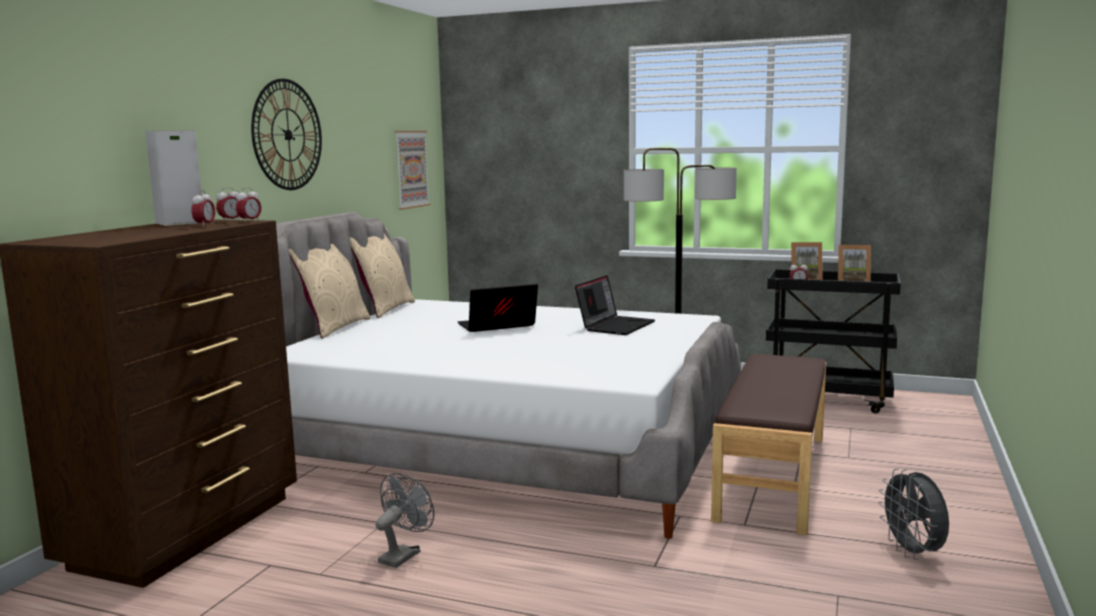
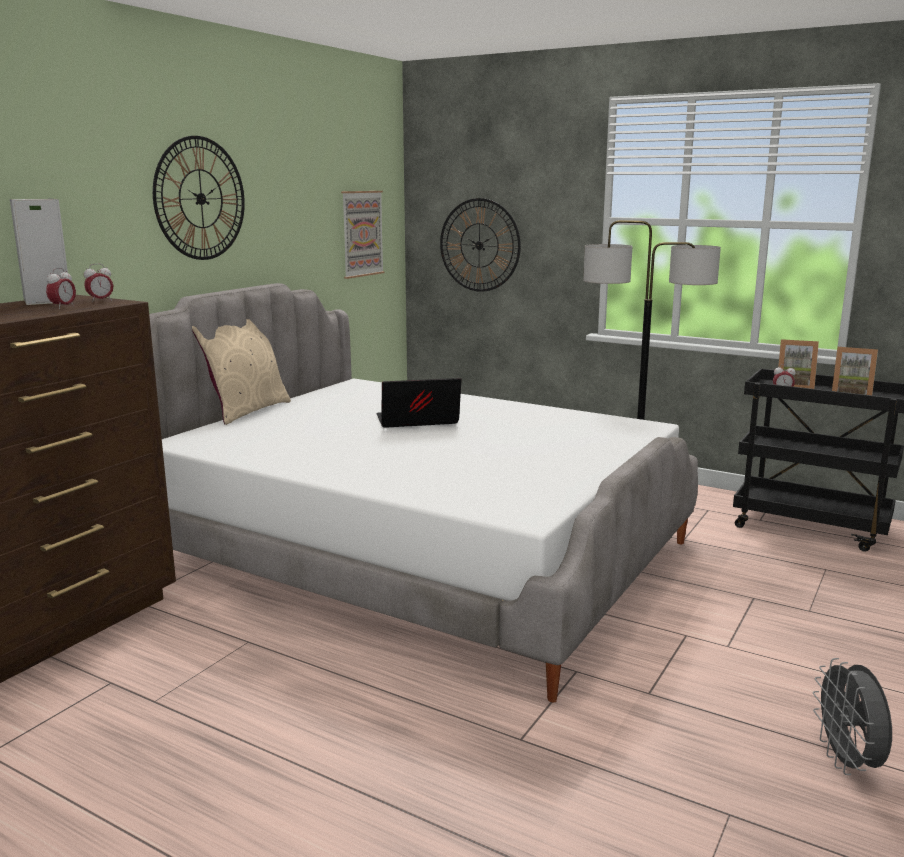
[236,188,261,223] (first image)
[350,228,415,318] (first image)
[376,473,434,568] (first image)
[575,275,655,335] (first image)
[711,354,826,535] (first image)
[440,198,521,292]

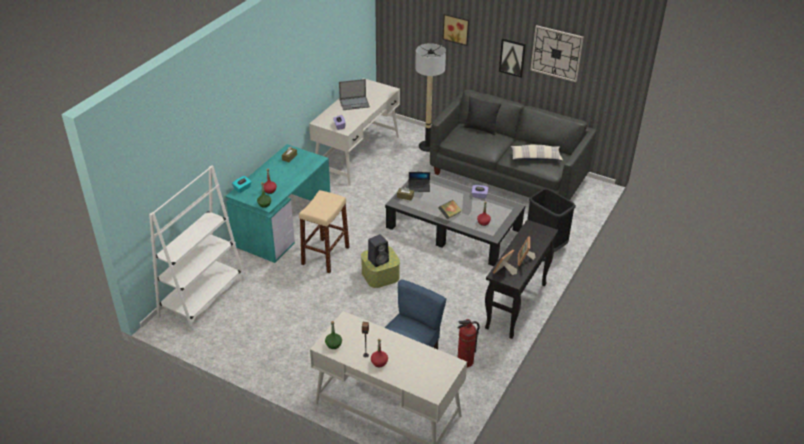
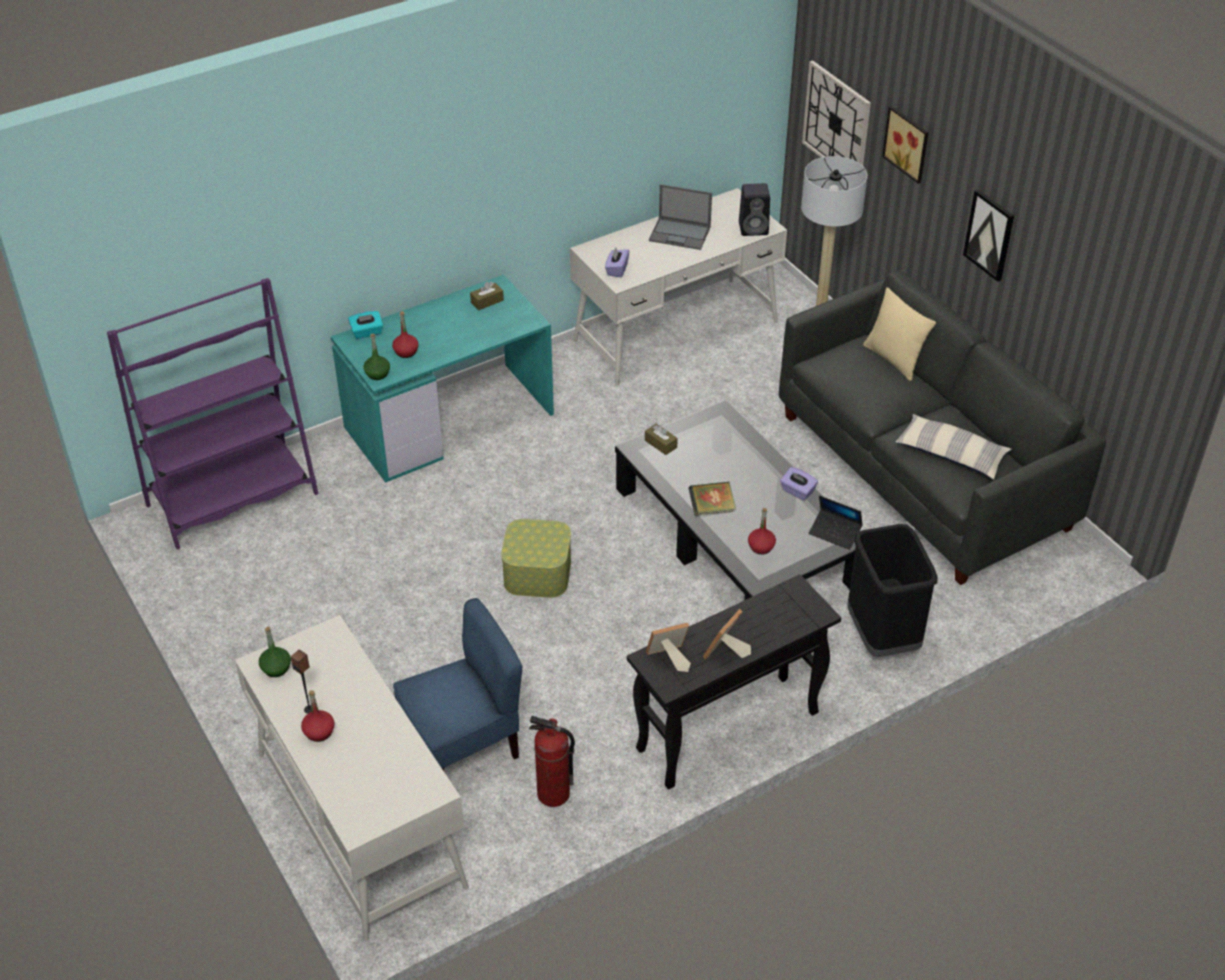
[299,190,349,273] (first image)
[739,183,770,236]
[809,495,863,550]
[802,60,871,166]
[107,278,318,550]
[863,287,936,381]

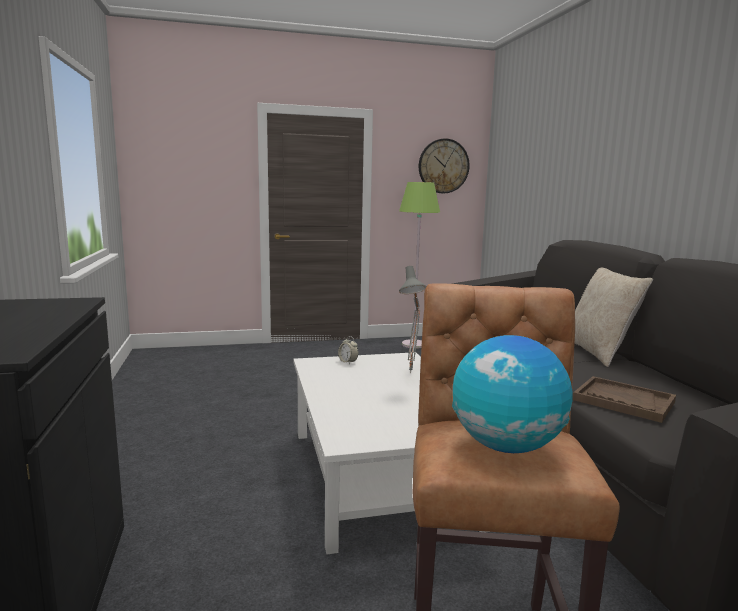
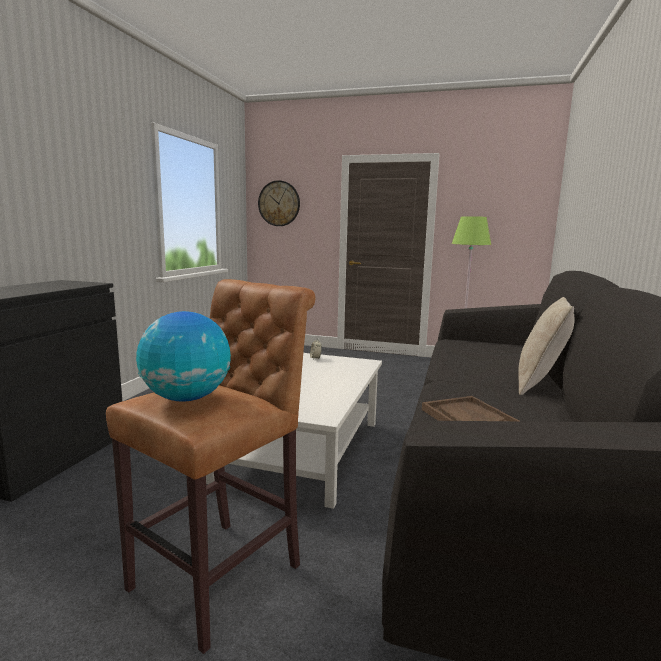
[399,266,426,373] (first image)
[258,180,300,226]

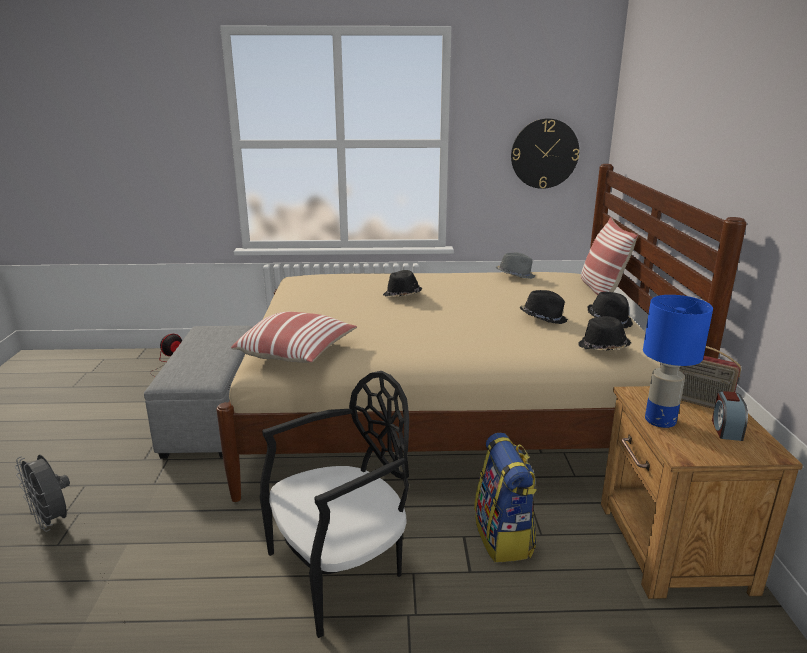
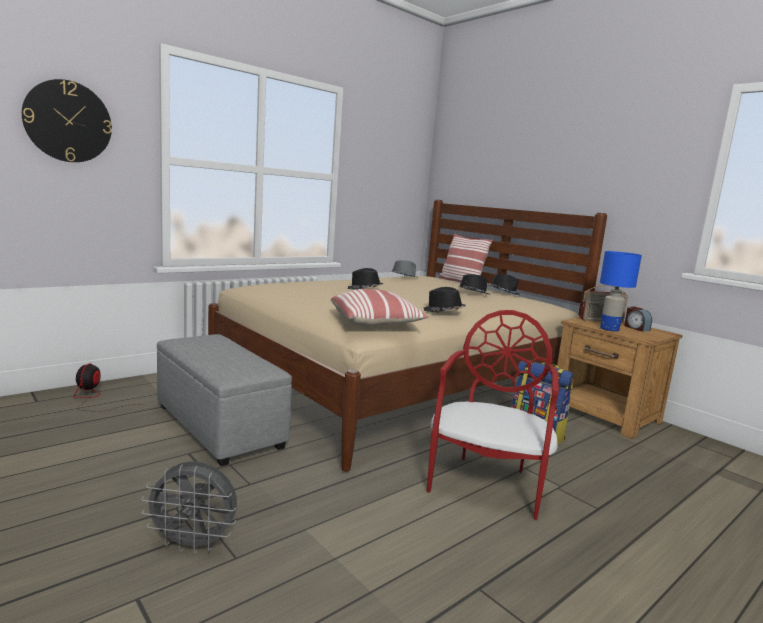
[22,79,112,162]
[423,287,465,313]
[427,310,559,520]

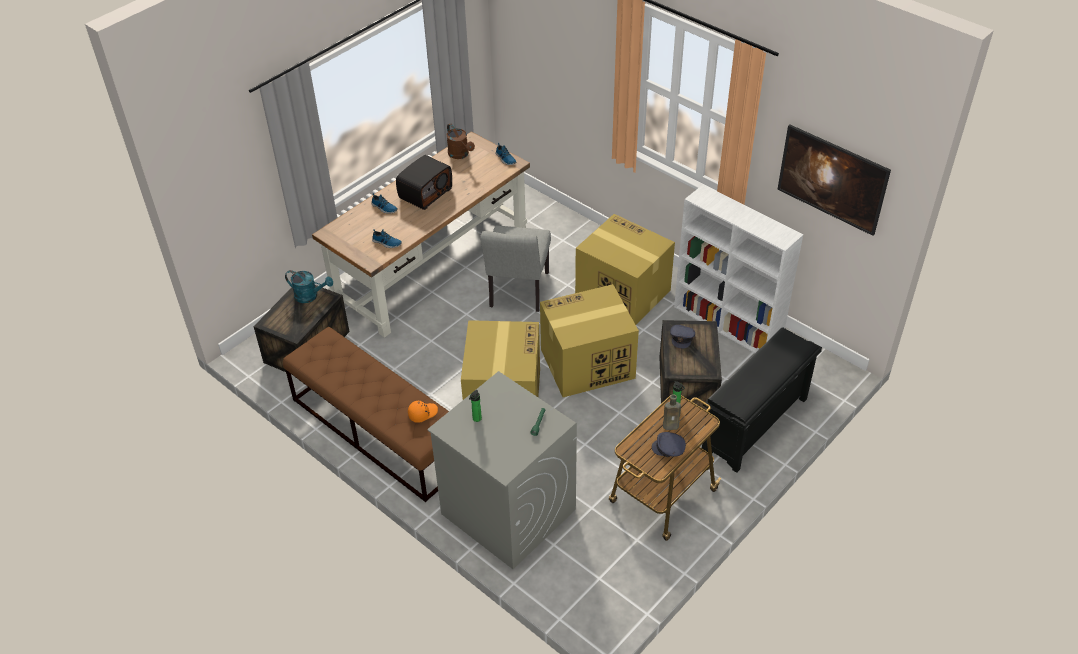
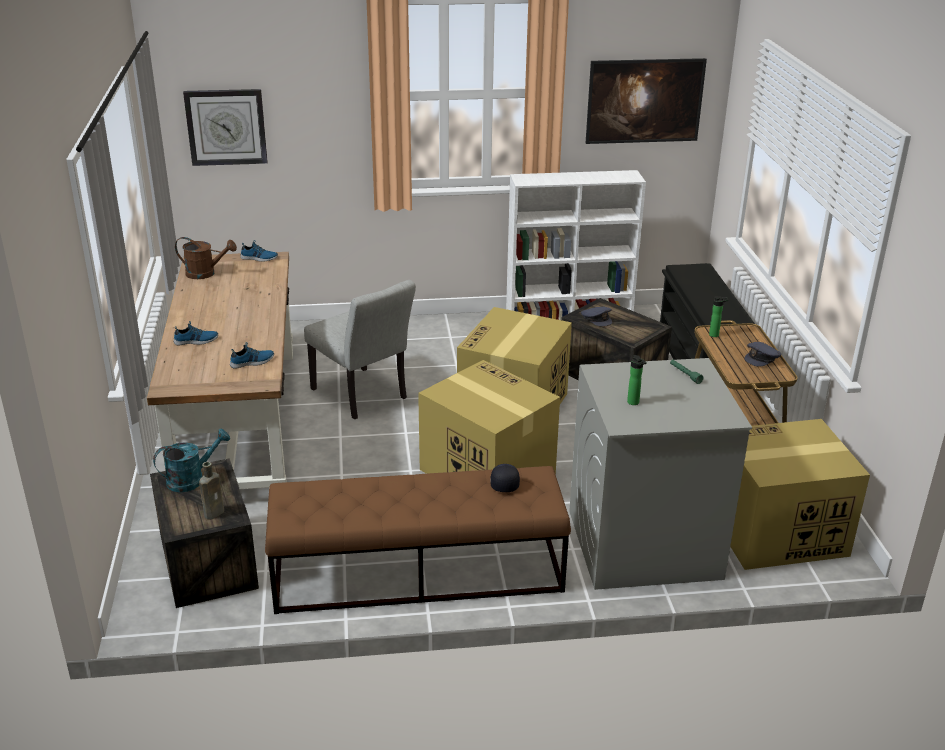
[396,155,452,210] (first image)
[183,89,268,166]
[730,419,870,570]
[199,462,224,519]
[490,464,520,492]

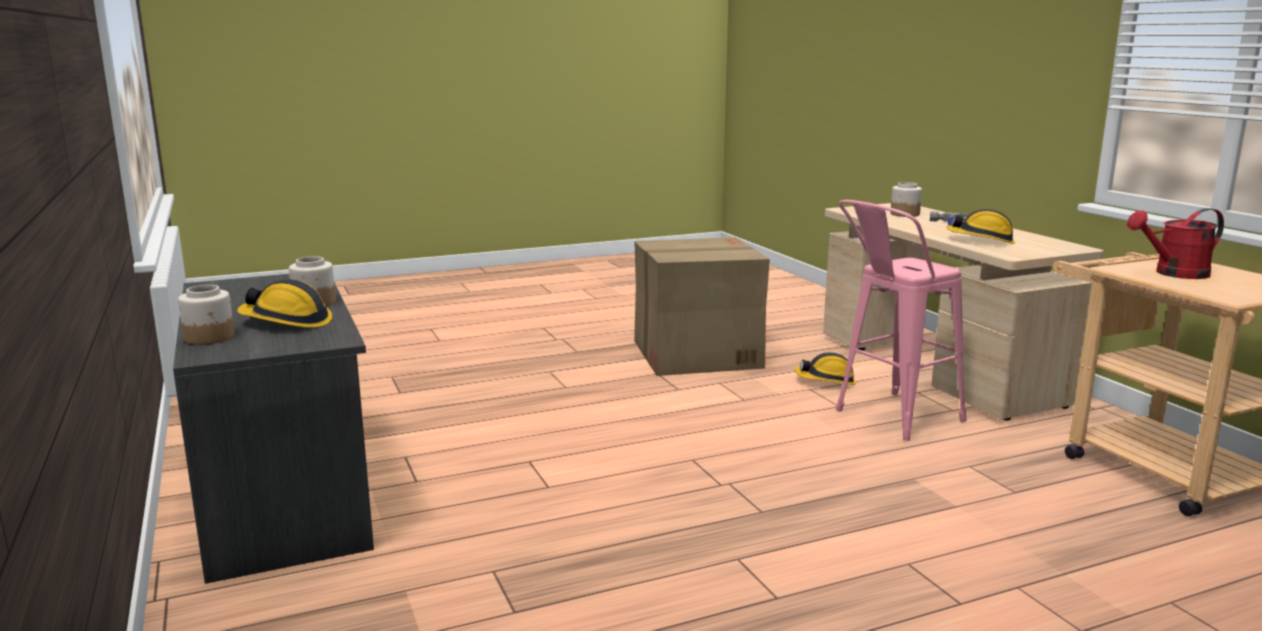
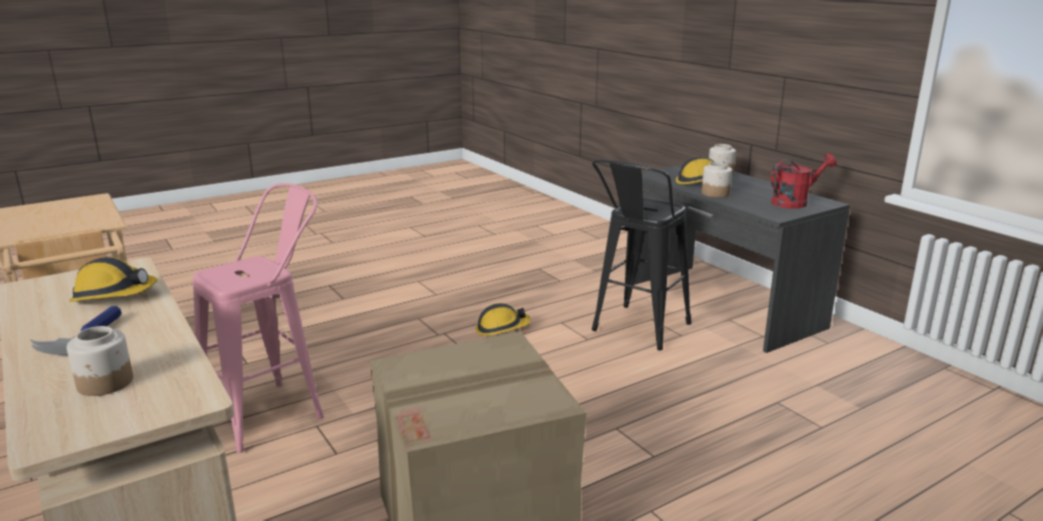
[592,159,691,350]
[476,303,530,336]
[771,153,837,209]

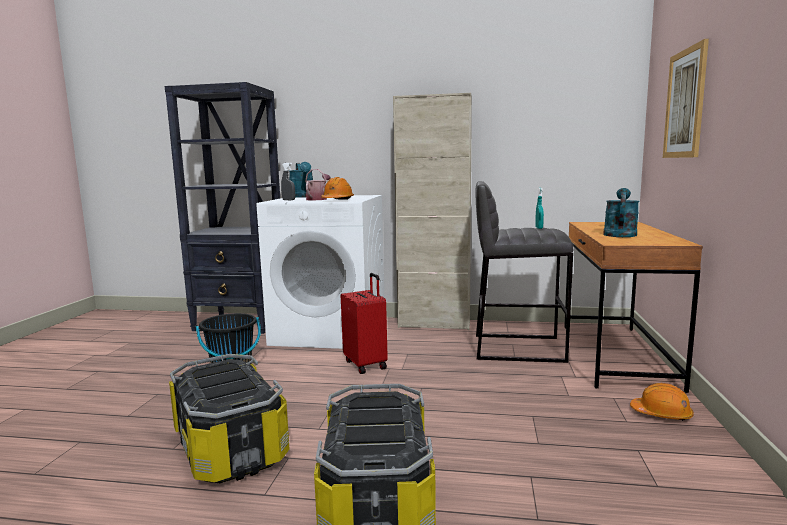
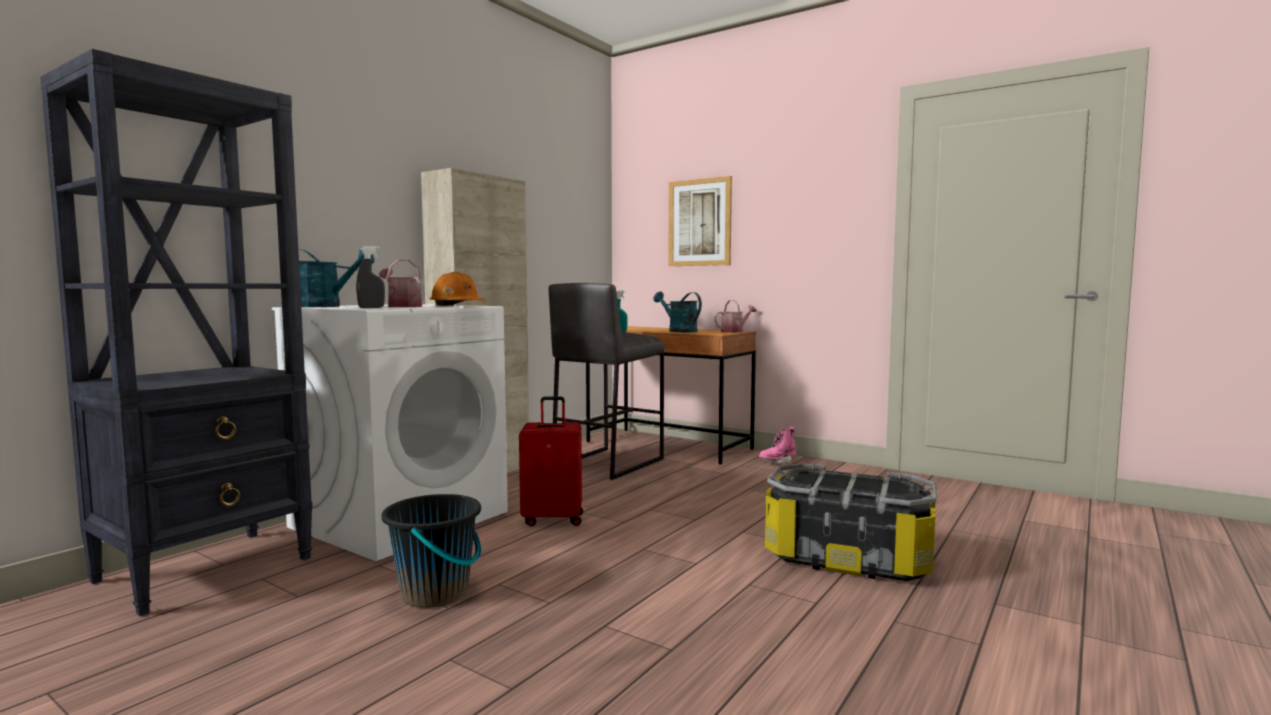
[169,354,289,483] (first image)
[714,300,756,333]
[759,427,796,464]

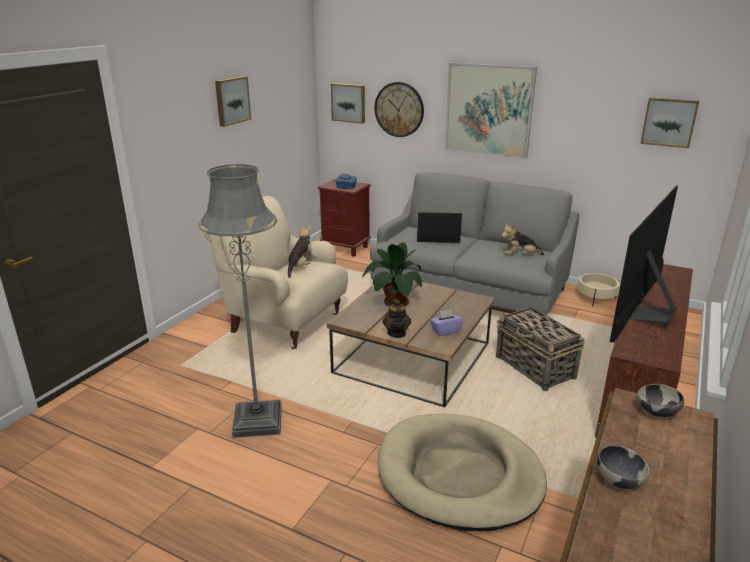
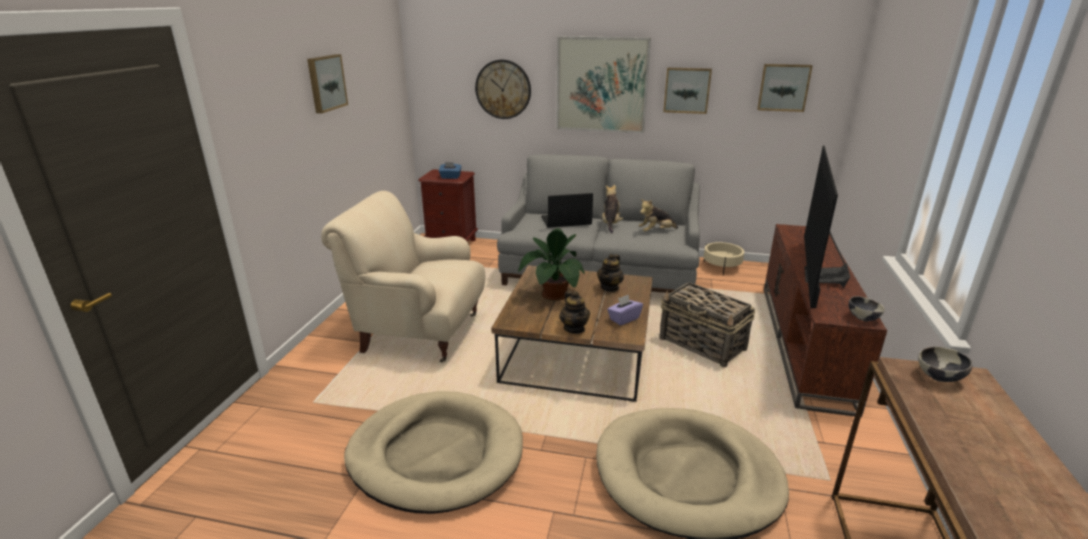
[597,254,624,292]
[602,184,623,233]
[663,68,712,114]
[849,296,885,322]
[344,391,523,514]

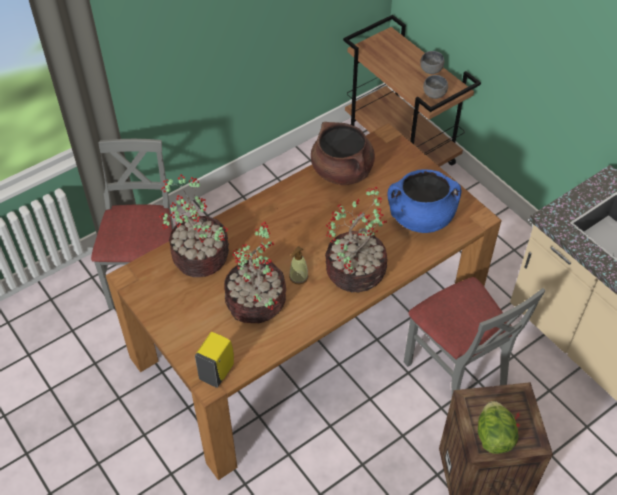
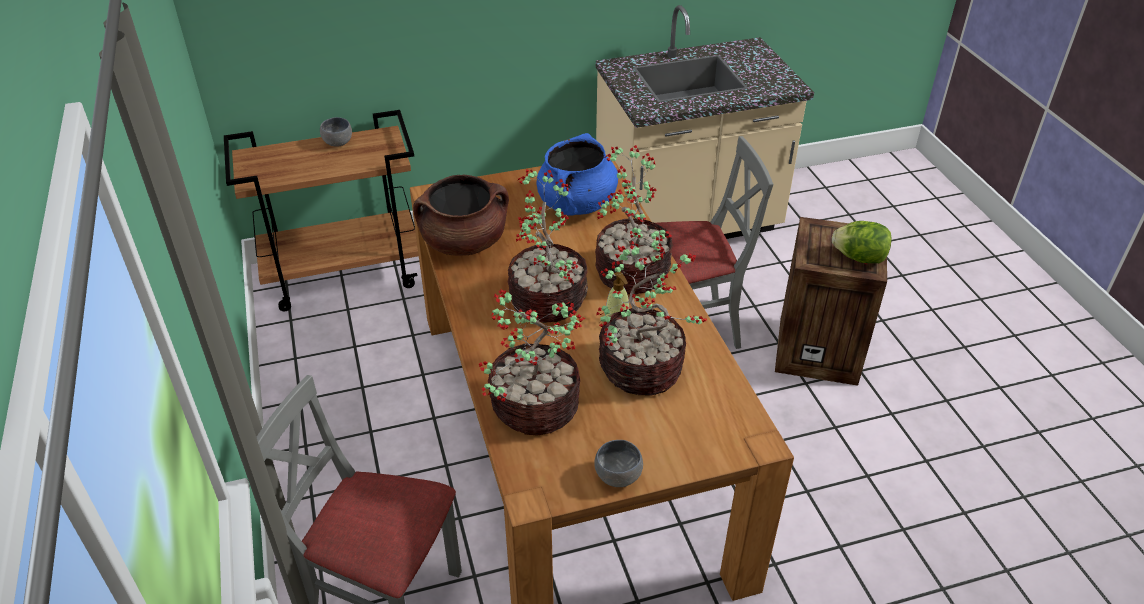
[195,332,234,388] (first image)
[507,169,588,323]
[594,440,643,487]

